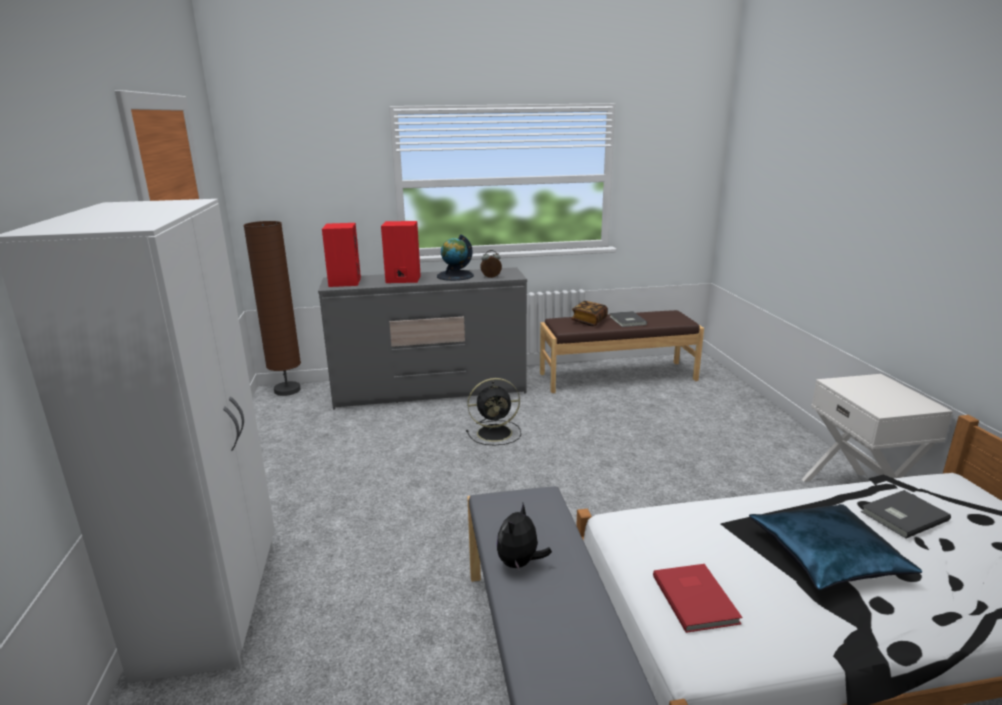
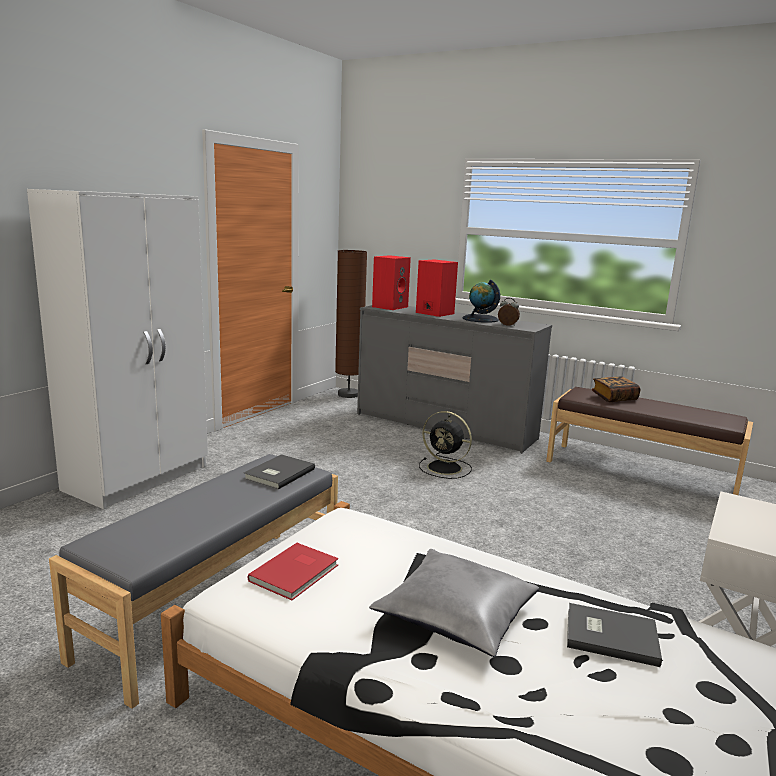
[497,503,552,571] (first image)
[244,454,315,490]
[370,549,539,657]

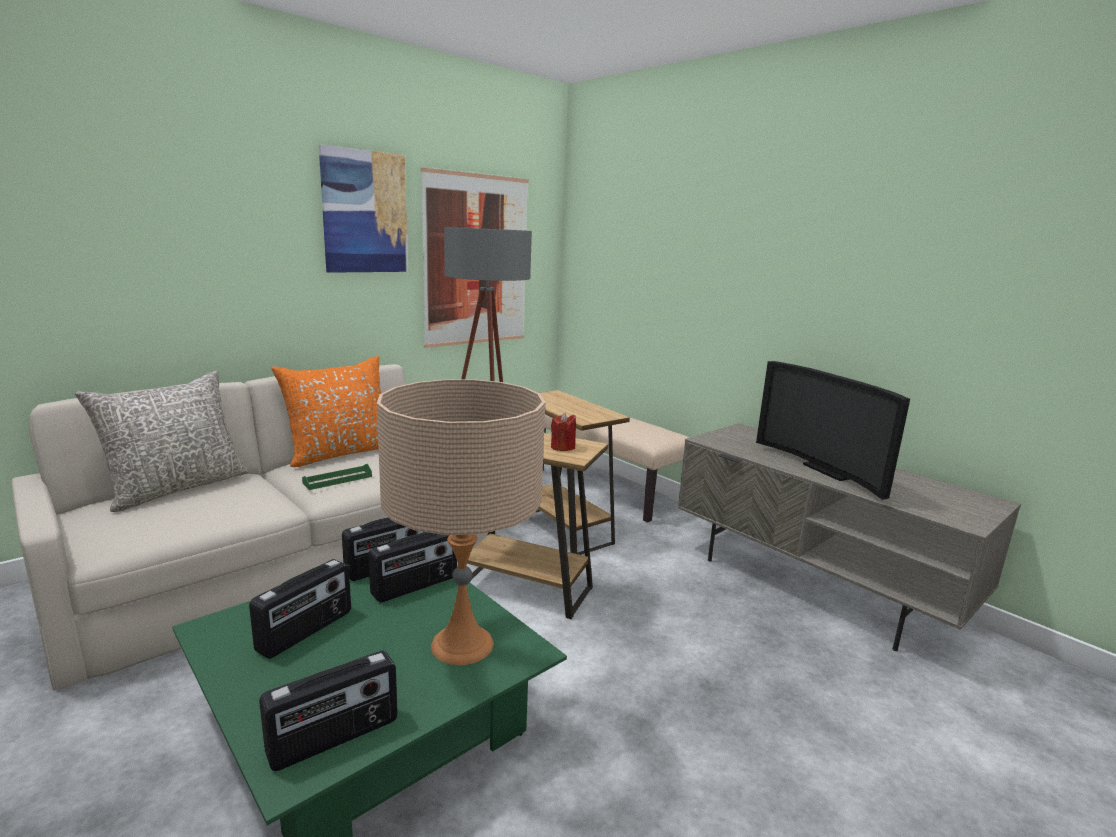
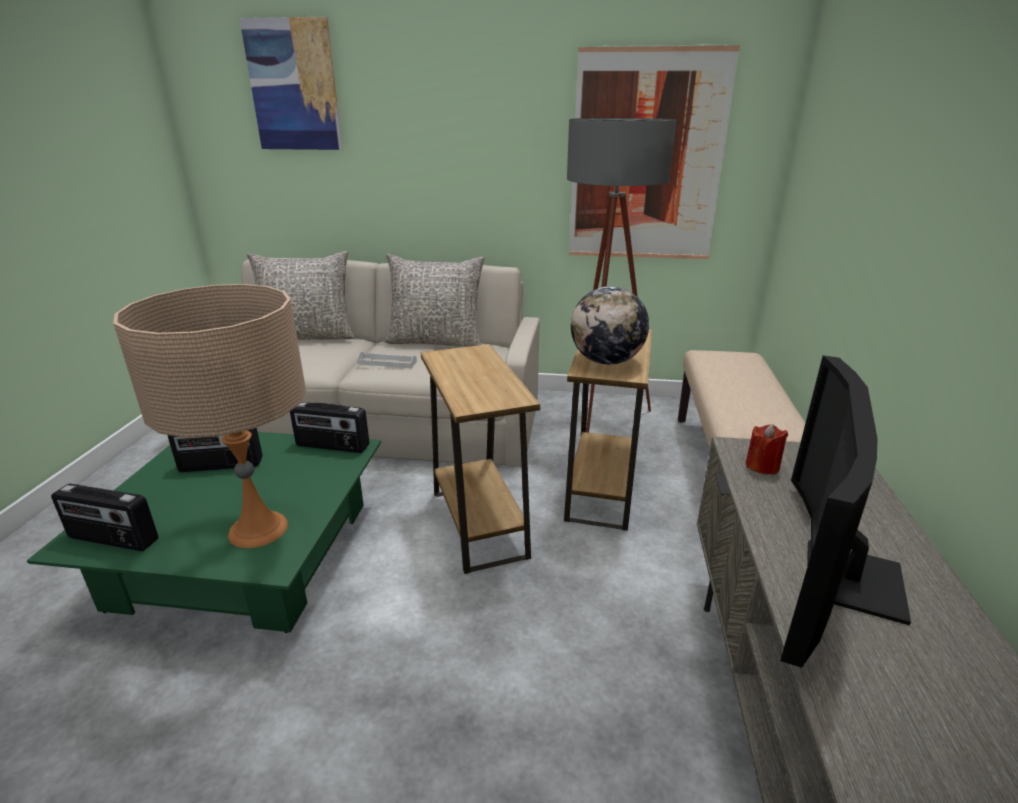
[368,532,457,603] (first image)
[571,286,649,365]
[239,17,343,150]
[746,424,788,475]
[384,254,485,347]
[357,352,417,368]

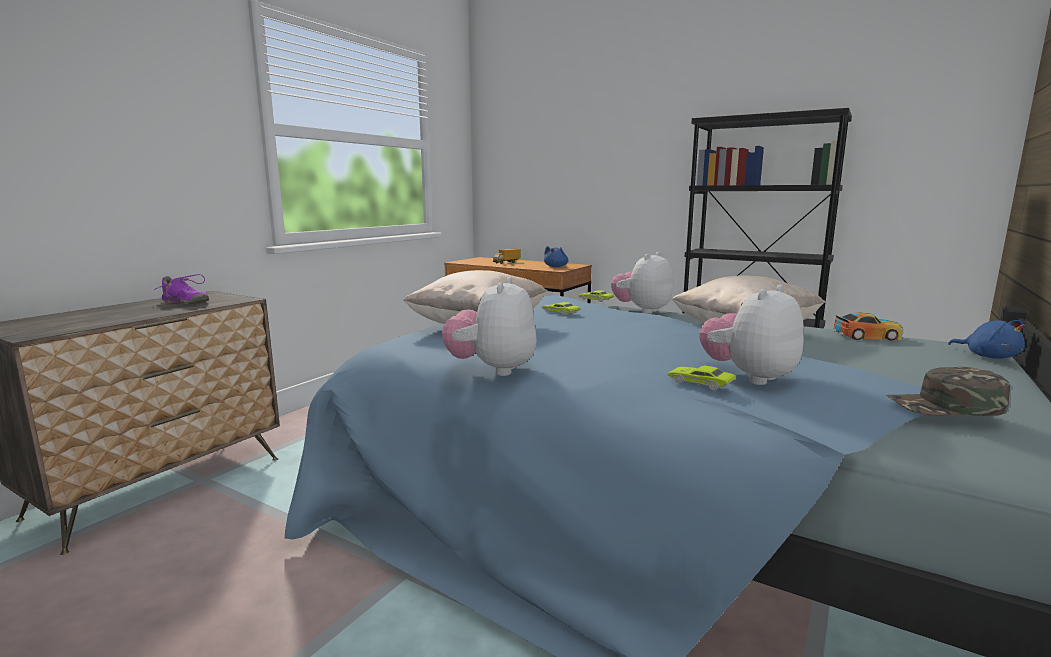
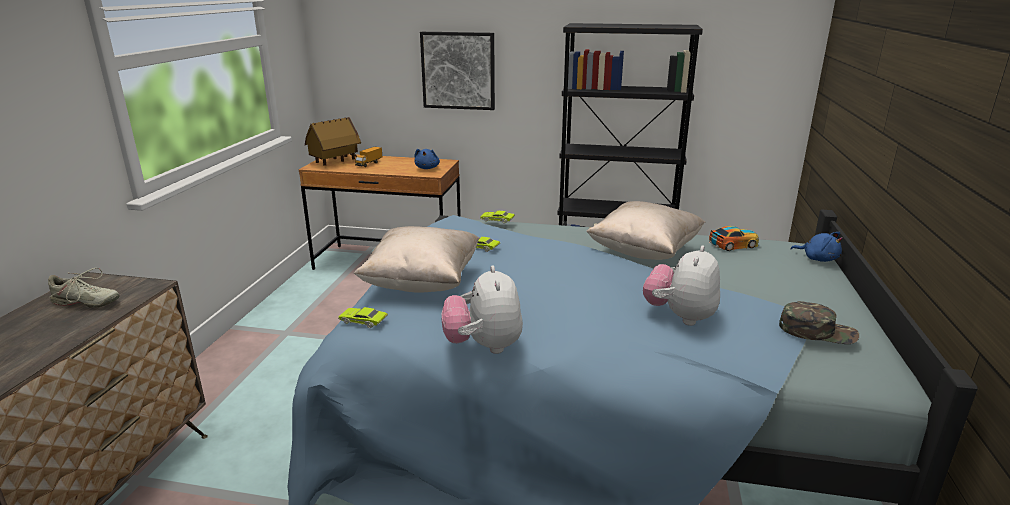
[611,252,673,314] (first image)
[305,117,361,166]
[420,32,495,110]
[338,307,388,328]
[48,268,120,308]
[779,301,859,344]

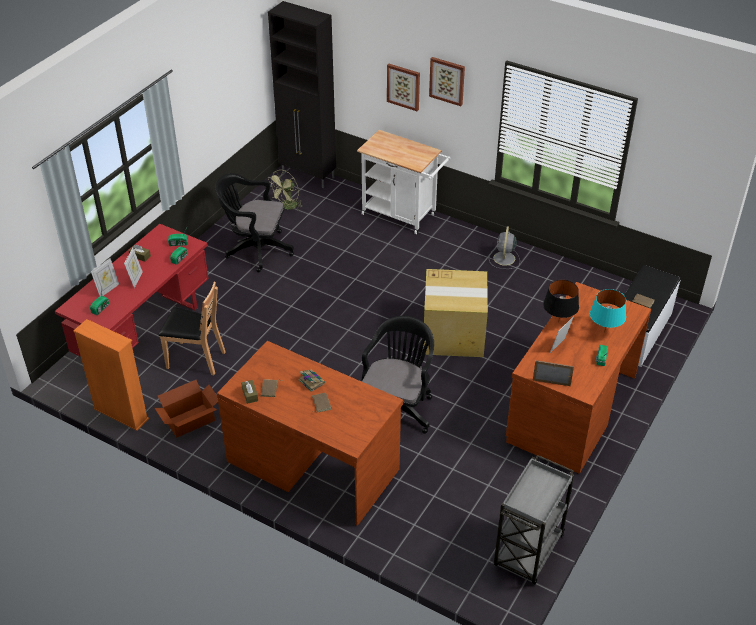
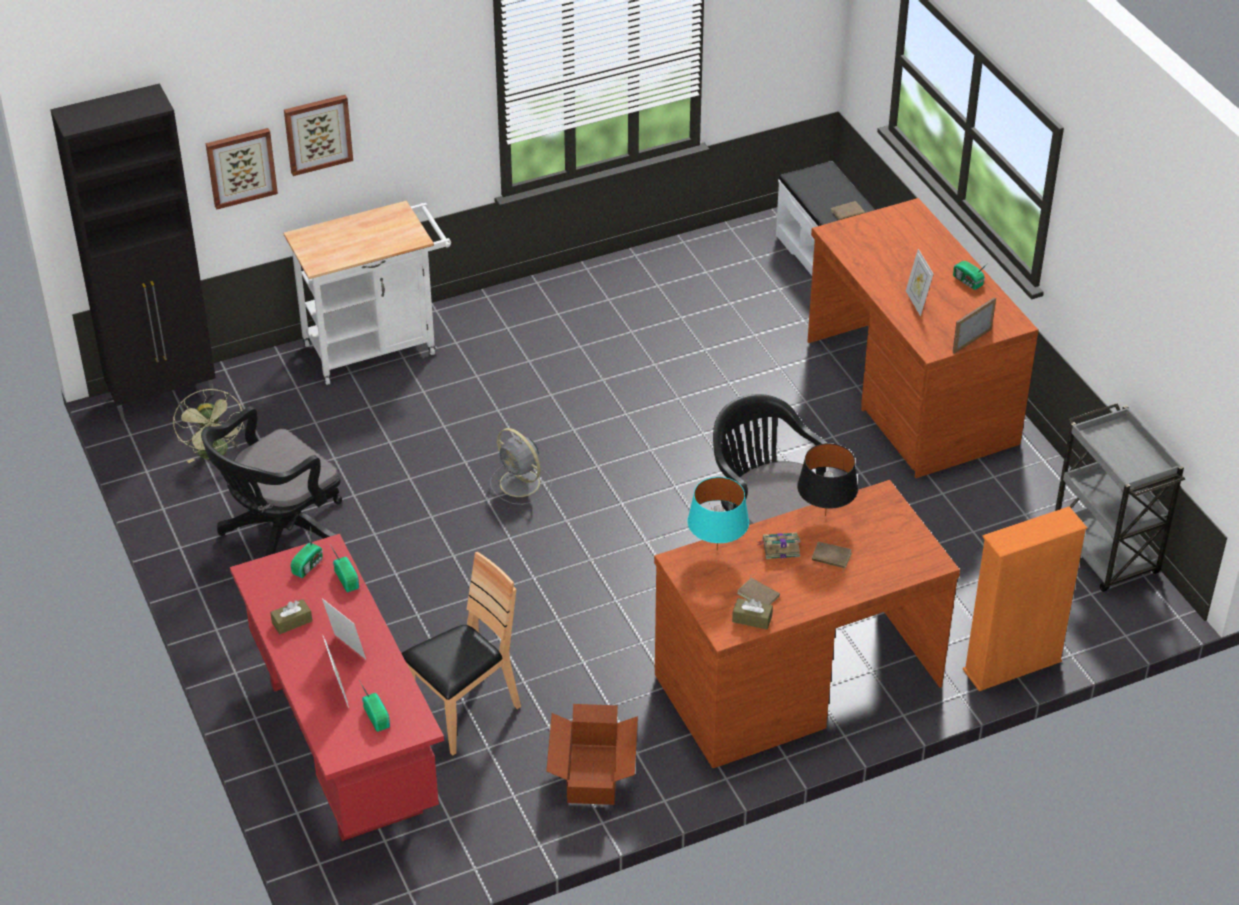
[423,269,488,357] (first image)
[963,507,1087,691]
[206,128,278,209]
[490,428,552,505]
[797,443,858,517]
[687,477,749,551]

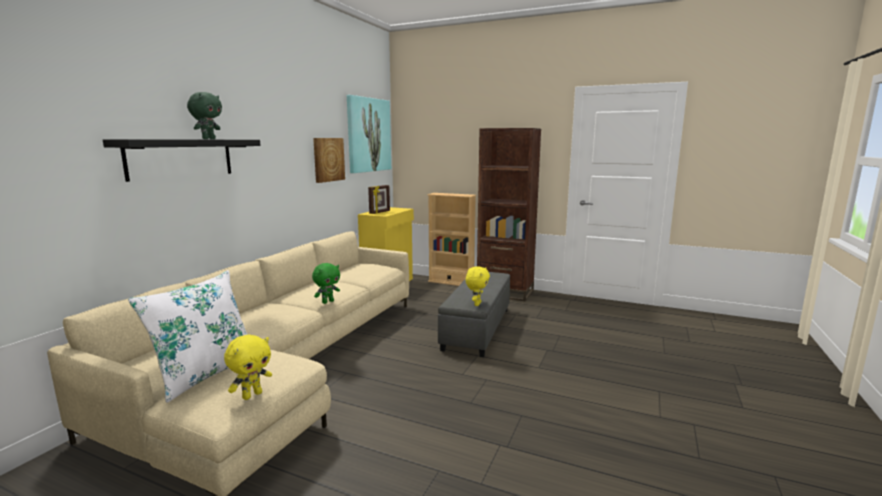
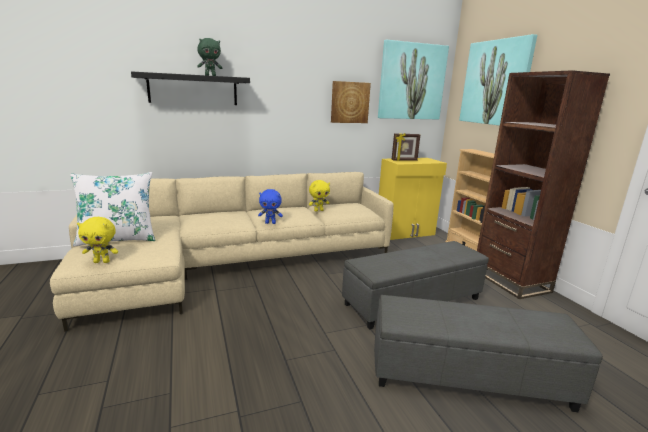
[374,295,603,412]
[459,34,537,126]
[309,180,330,212]
[258,189,283,224]

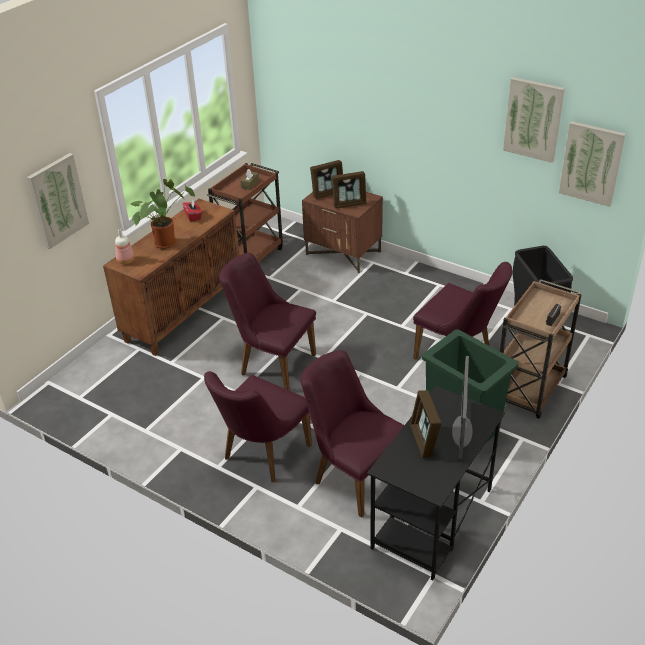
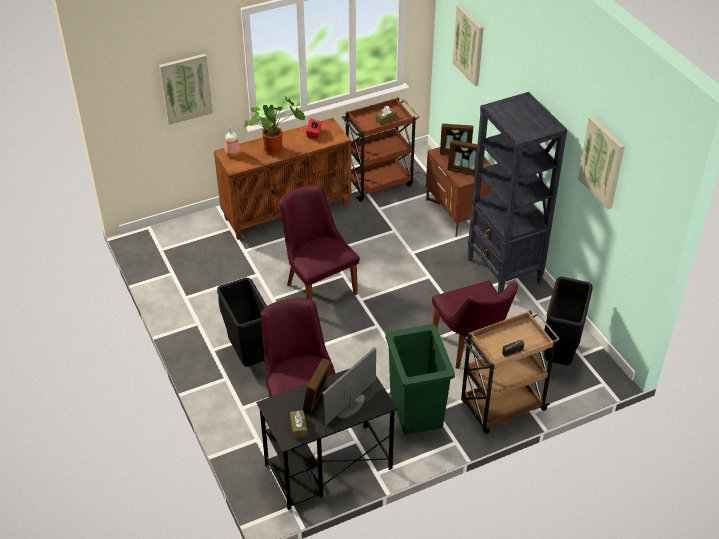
[290,410,307,439]
[468,92,567,294]
[453,5,484,86]
[217,278,267,367]

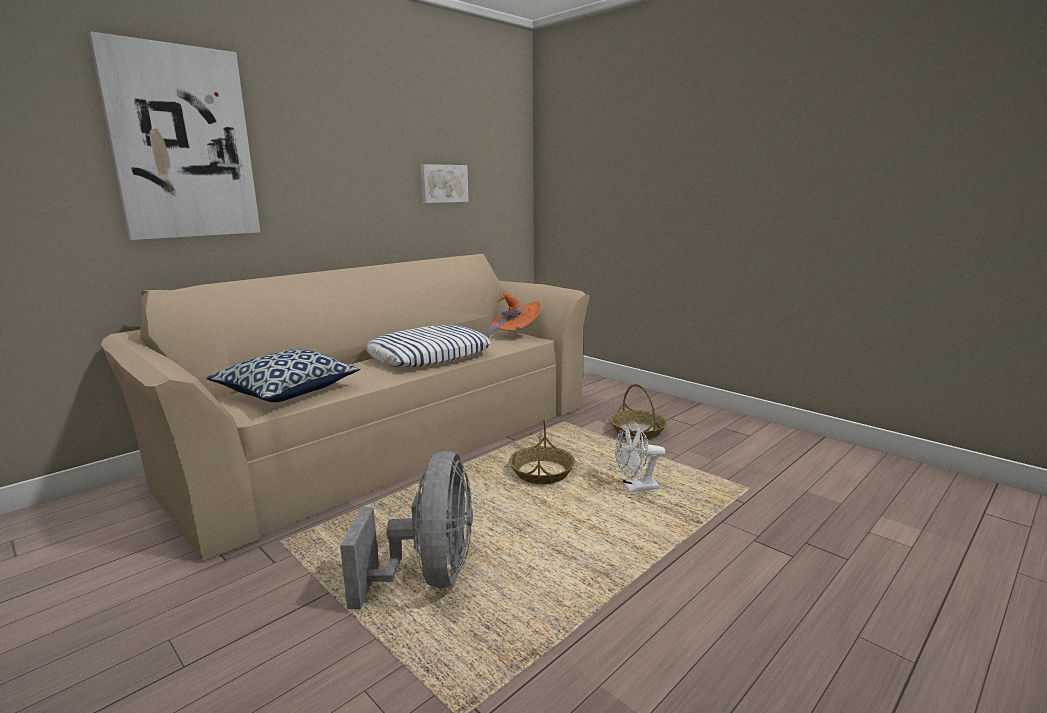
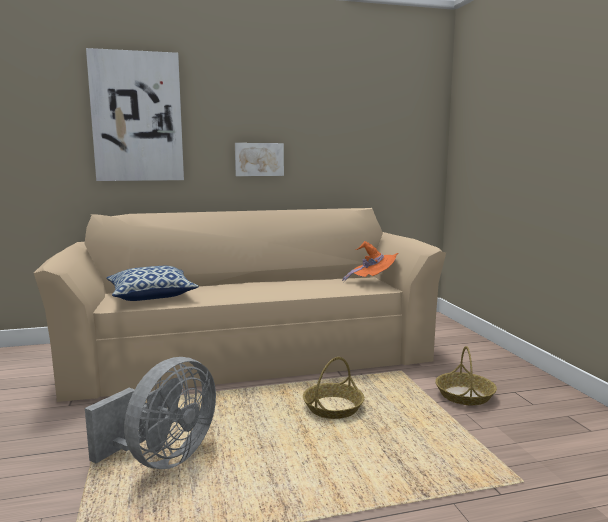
[365,325,491,368] (first image)
[615,421,665,492] (first image)
[235,143,284,176]

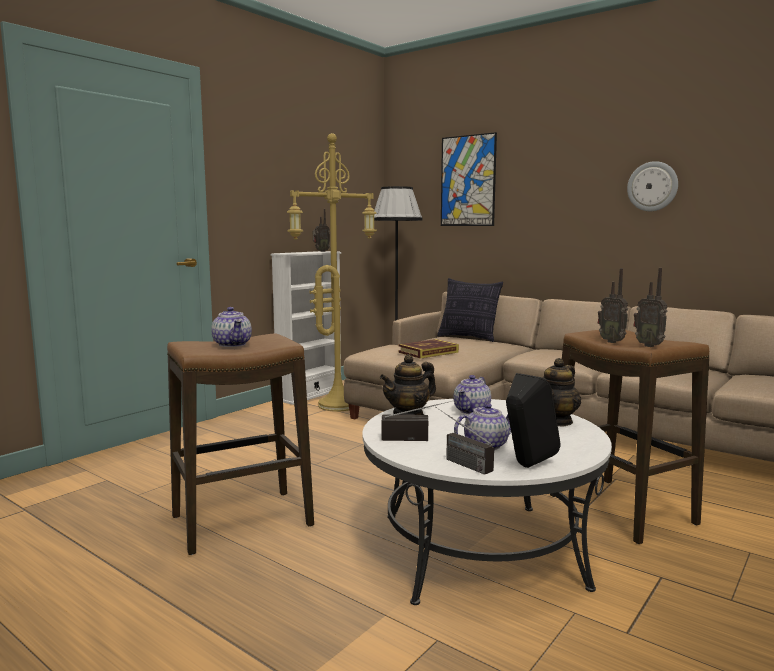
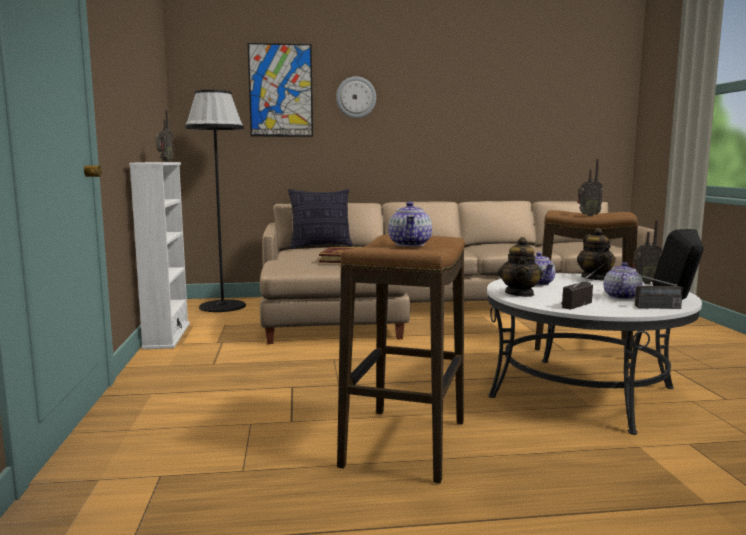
[287,133,377,412] (first image)
[336,76,376,118]
[633,220,662,284]
[388,202,432,246]

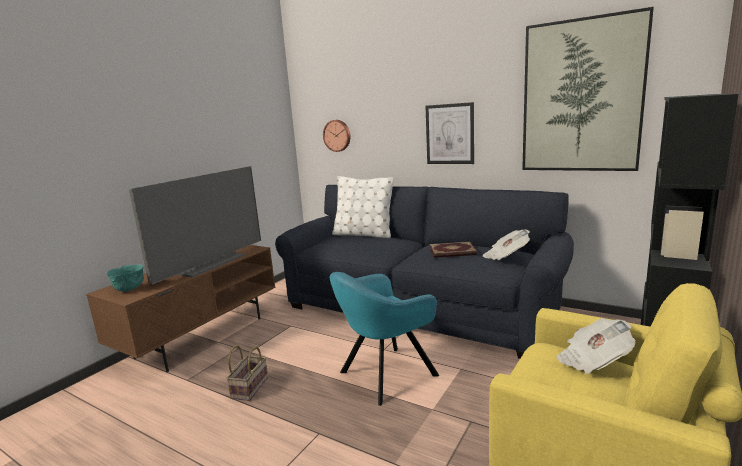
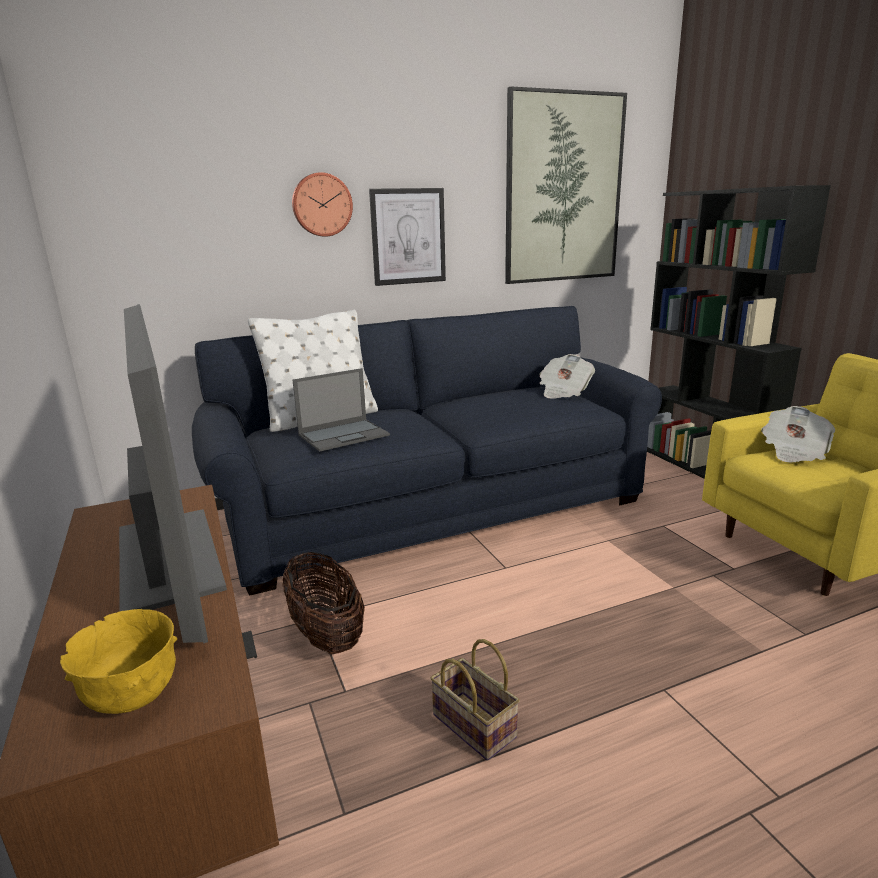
[330,272,439,406] (first image)
[429,242,477,258] (first image)
[282,552,365,655]
[293,368,390,452]
[292,172,353,237]
[60,609,177,714]

